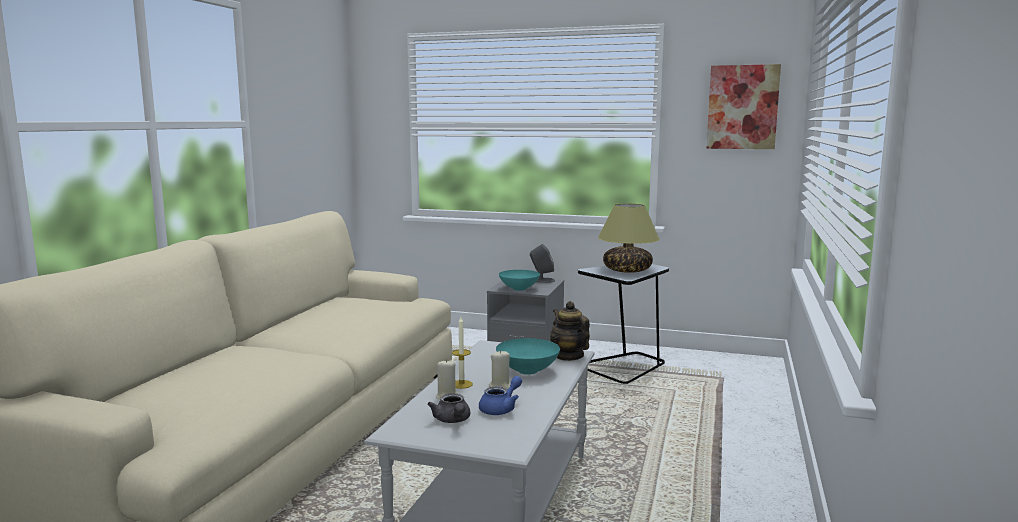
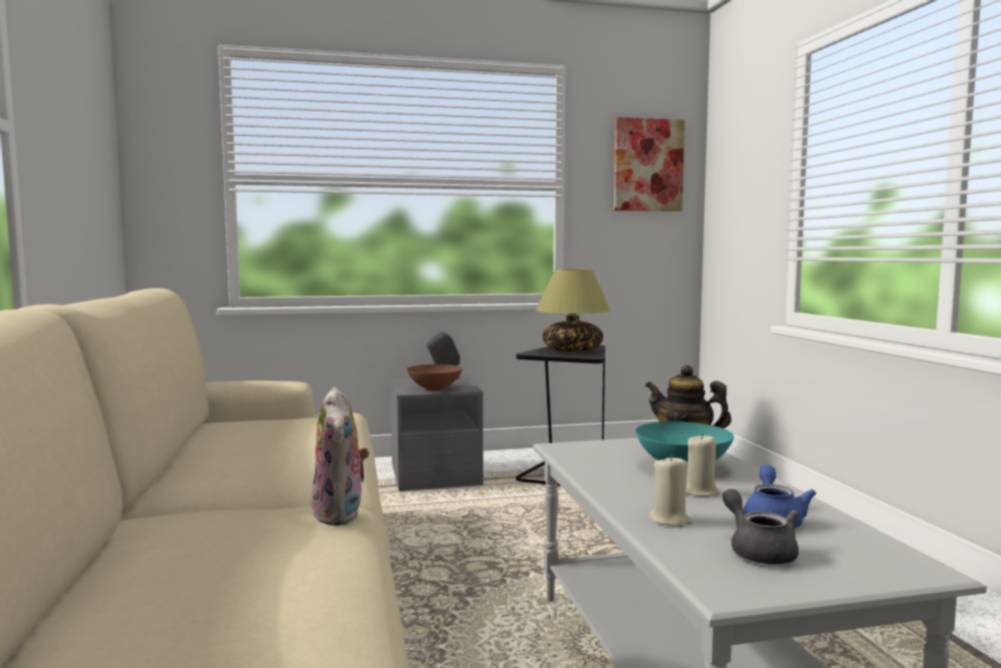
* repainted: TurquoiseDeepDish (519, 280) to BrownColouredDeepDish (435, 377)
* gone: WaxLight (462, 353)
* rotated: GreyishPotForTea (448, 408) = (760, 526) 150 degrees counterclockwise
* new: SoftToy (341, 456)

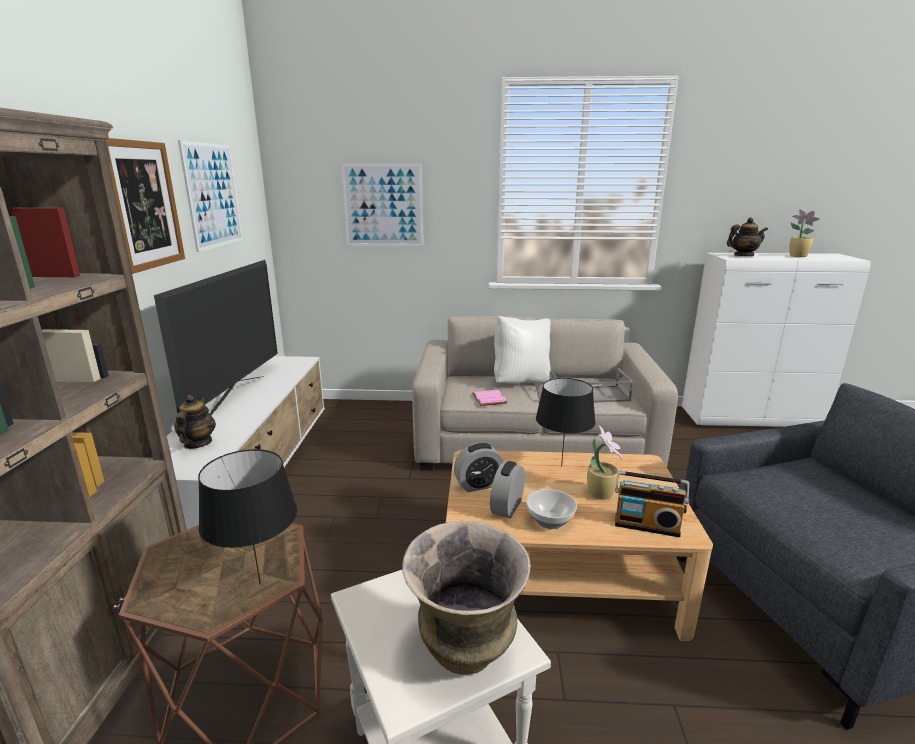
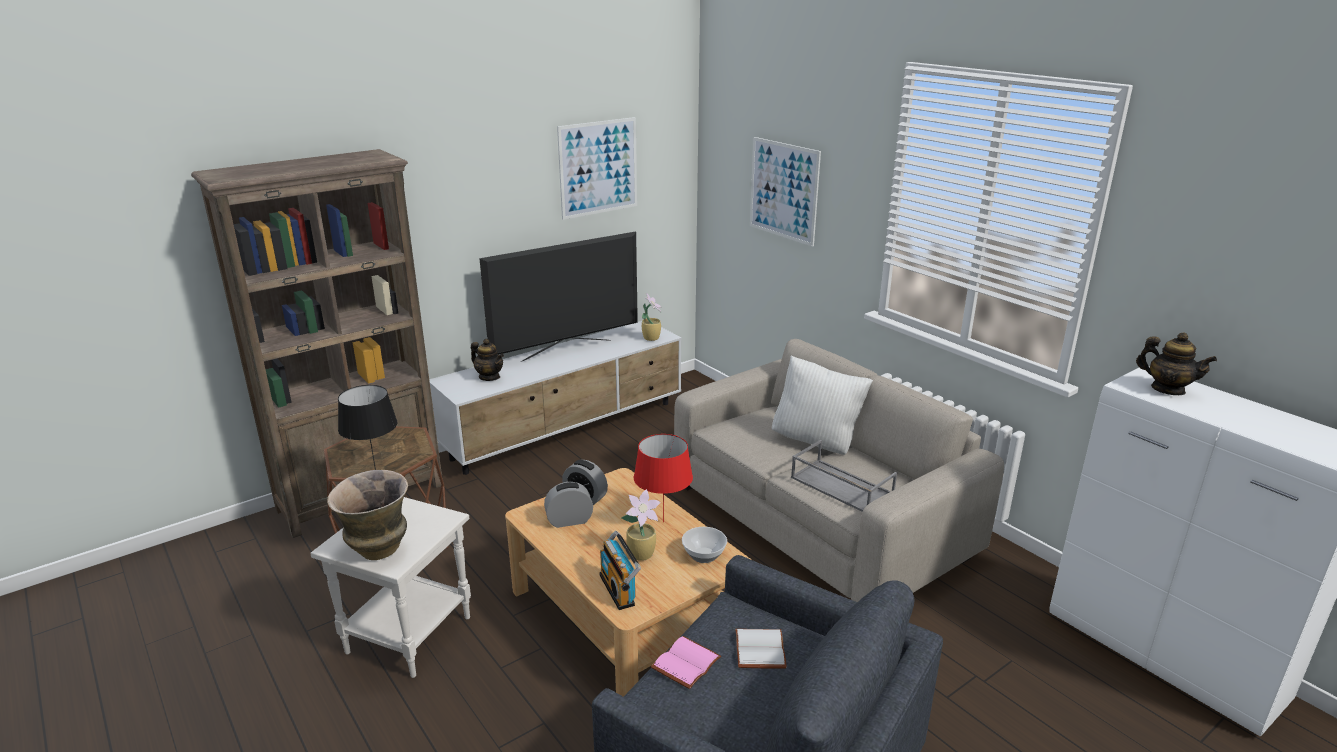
* gone: WallArt (145, 206)
* shifted: Houseplant (805, 233) to (651, 317)
* repainted: BlackColouredTabletopLamp (565, 422) to RedTabletopLamp (663, 478)
* shifted: PinkVolume (489, 398) to (686, 662)
* rotated: PotForTea (195, 422) = (487, 360) 75 degrees clockwise
* shifted: DeepDish (551, 509) to (704, 545)
* new: WhiteColouredVolume (761, 648)

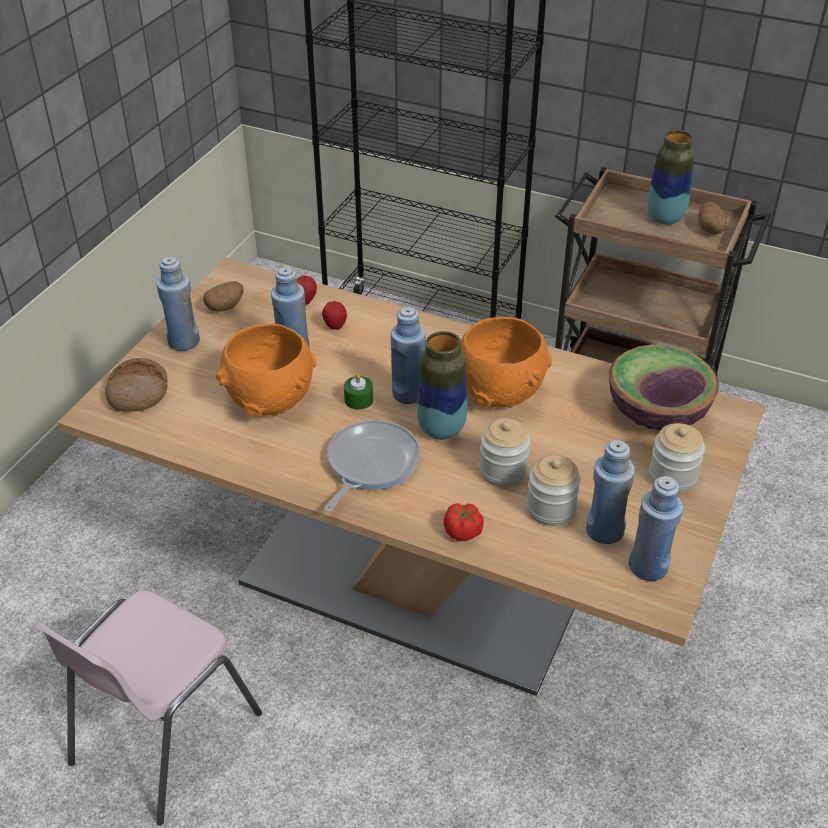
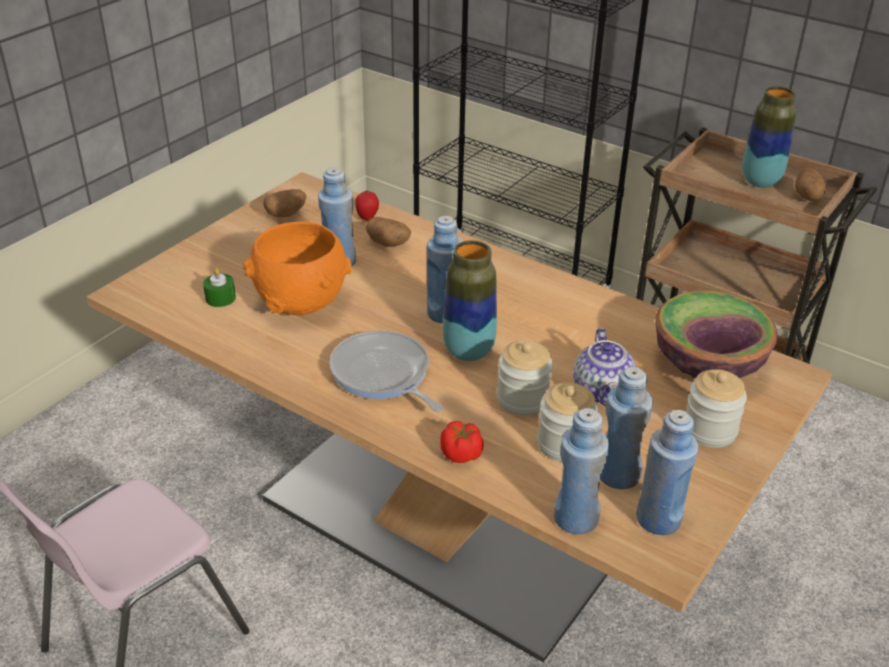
* shifted: BlueColouredBottle (178, 303) to (581, 471)
* swapped: WholeApple (334, 315) to Potato (388, 232)
* gone: OrangeColouredDeepDish (506, 362)
* gone: Bread (136, 385)
* shifted: GreenWaxLight (358, 391) to (219, 287)
* rotated: FryingPan (372, 466) = (386, 371) 75 degrees counterclockwise
* new: PotForTea (605, 367)

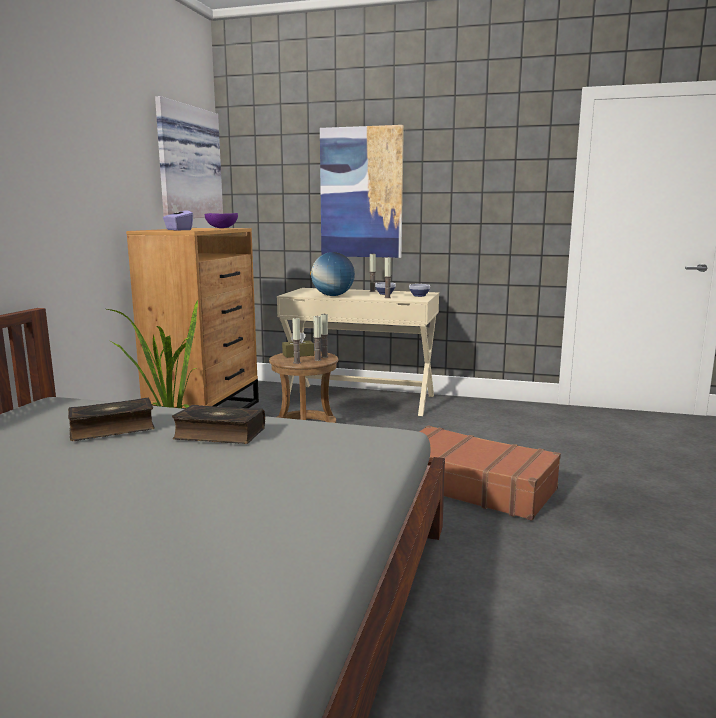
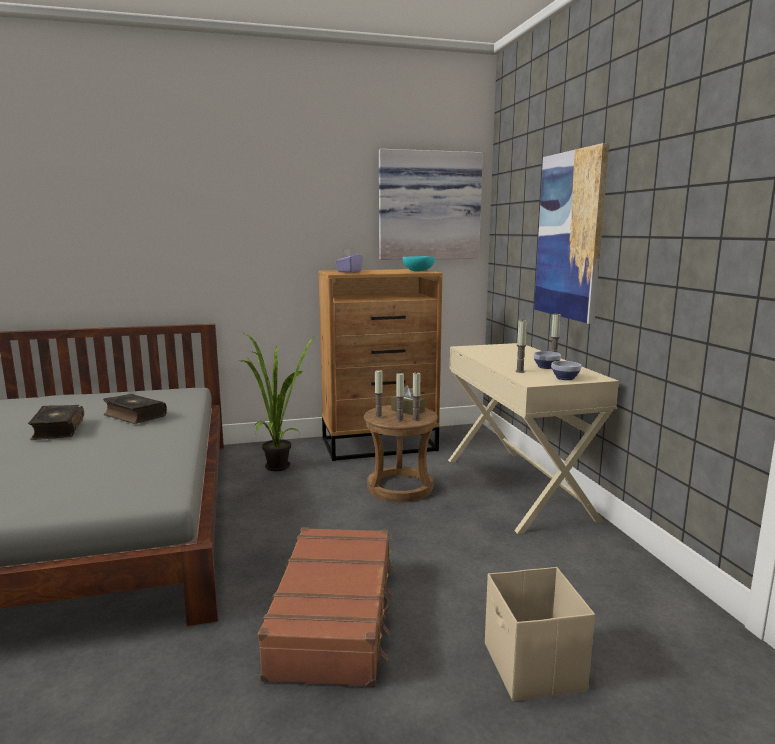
* repainted: PurplishDeepDish (221, 220) to TurquoiseDeepDish (418, 263)
* gone: WorldGlobe (332, 274)
* shifted: Volume (218, 424) to (56, 422)
* new: BeigeColouredStorageBin (540, 634)

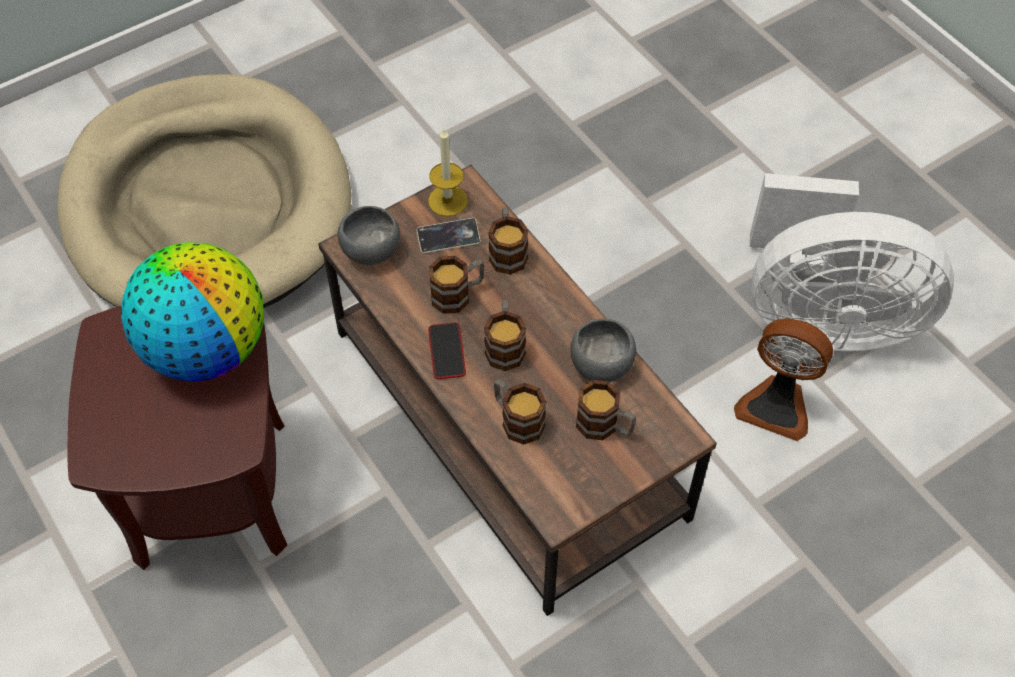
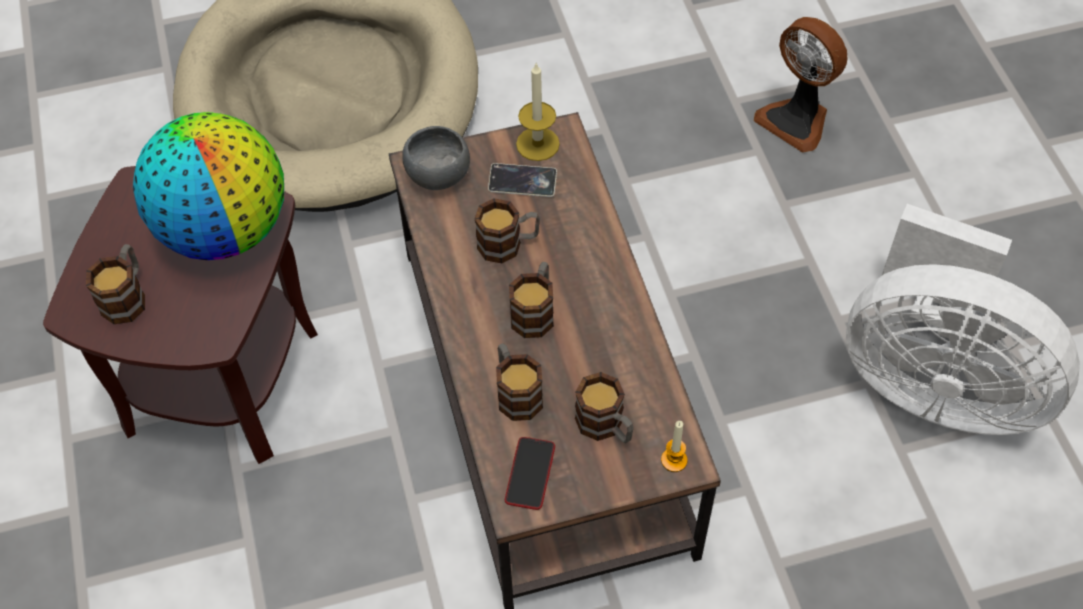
* shifted: Mug (508, 241) to (115, 284)
* gone: GreyishDeepDish (603, 350)
* shifted: Fan (783, 379) to (801, 85)
* shifted: Telephone (447, 351) to (530, 473)
* new: WaxLight (674, 446)

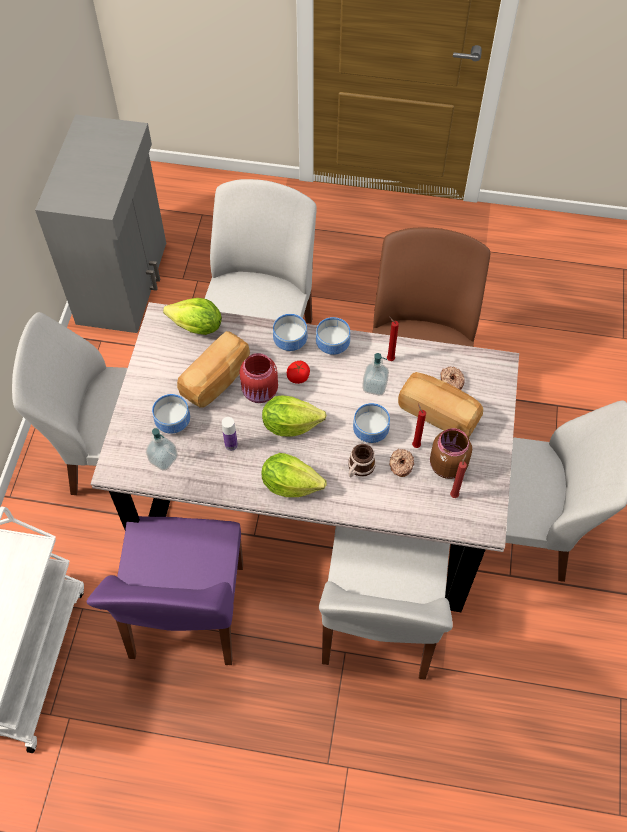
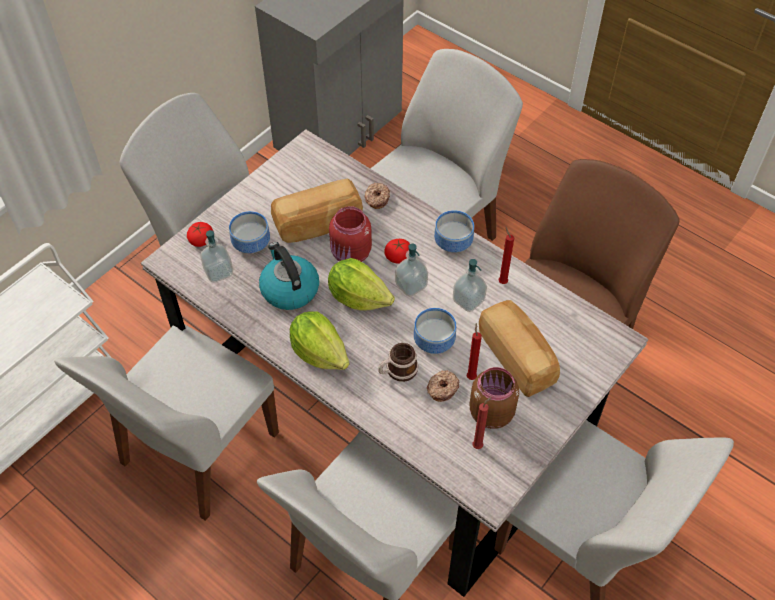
* gone: HeadOfLettuce (192, 316)
* gone: DeepDish (290, 332)
* shifted: Donut (452, 378) to (377, 195)
* swapped: Bottle (230, 434) to TeaKettle (289, 276)
* repainted: PurplishChair (165, 590) to WhiteColouredChair (166, 422)
* new: FreshTomato (200, 234)
* new: LiquidSoapBottle (411, 270)

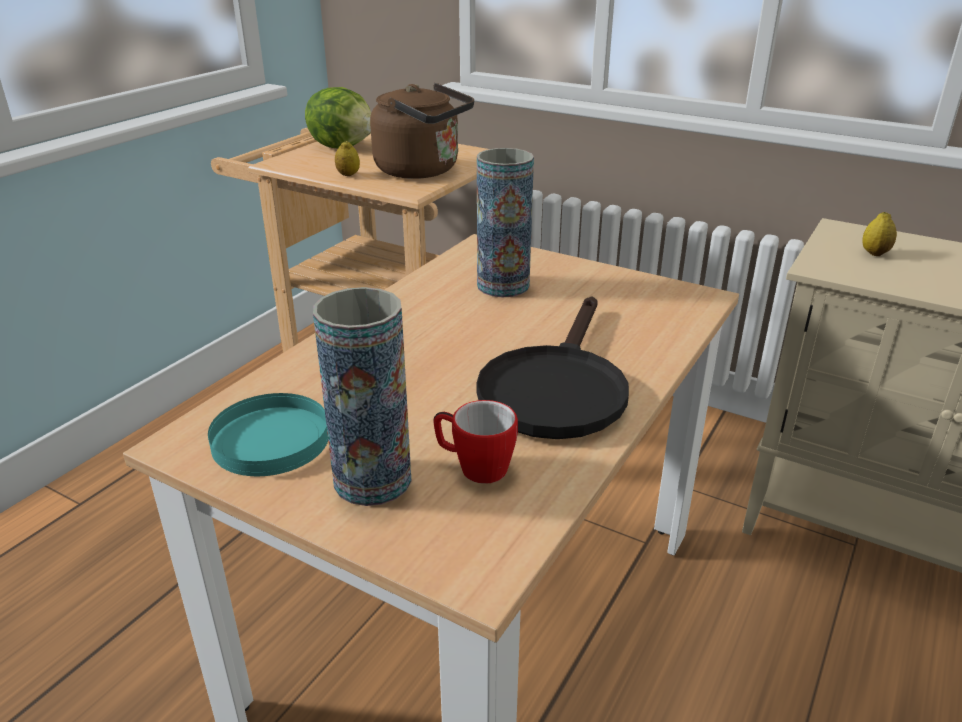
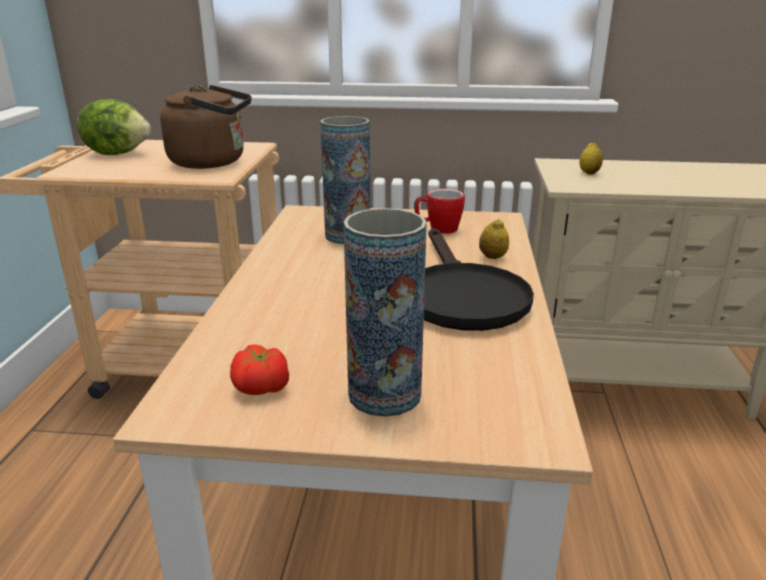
* shifted: CitrusFruit (347, 158) to (494, 239)
* swapped: TurquoiseDinnerPlate (268, 434) to FreshTomato (259, 369)
* shifted: Mug (476, 442) to (439, 211)

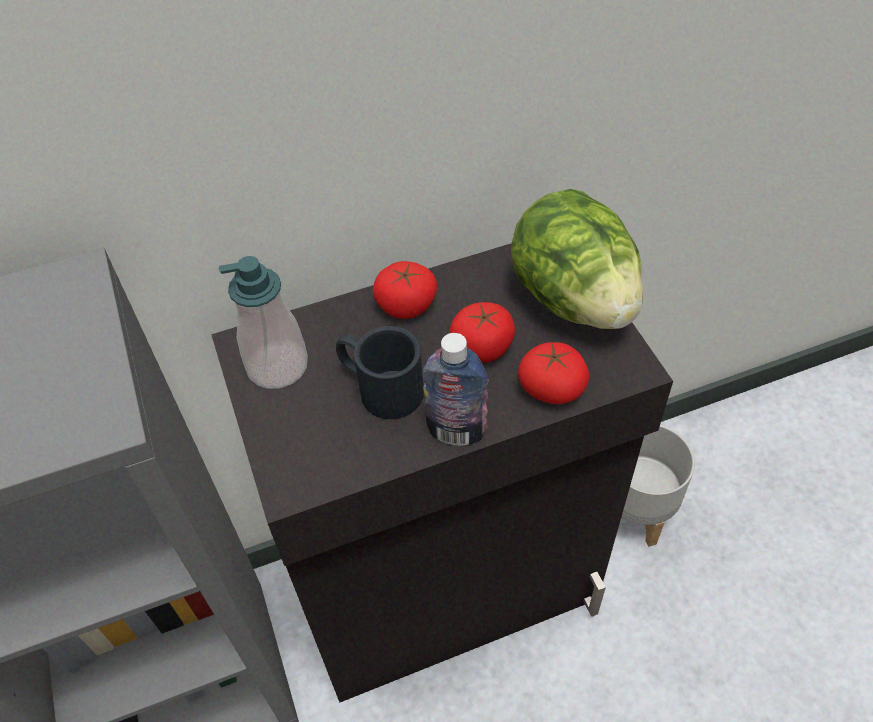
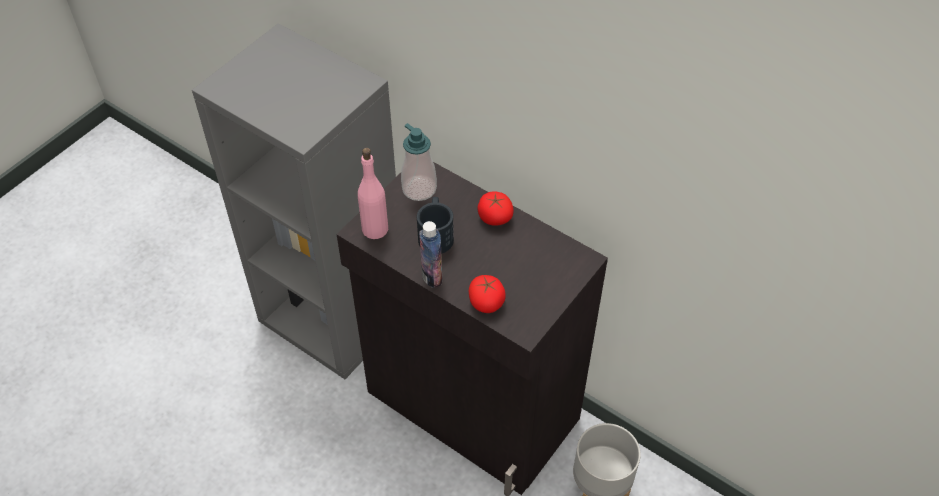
* gone: HeadOfLettuce (576, 259)
* gone: FreshTomato (482, 332)
* new: PinkBottle (373, 193)

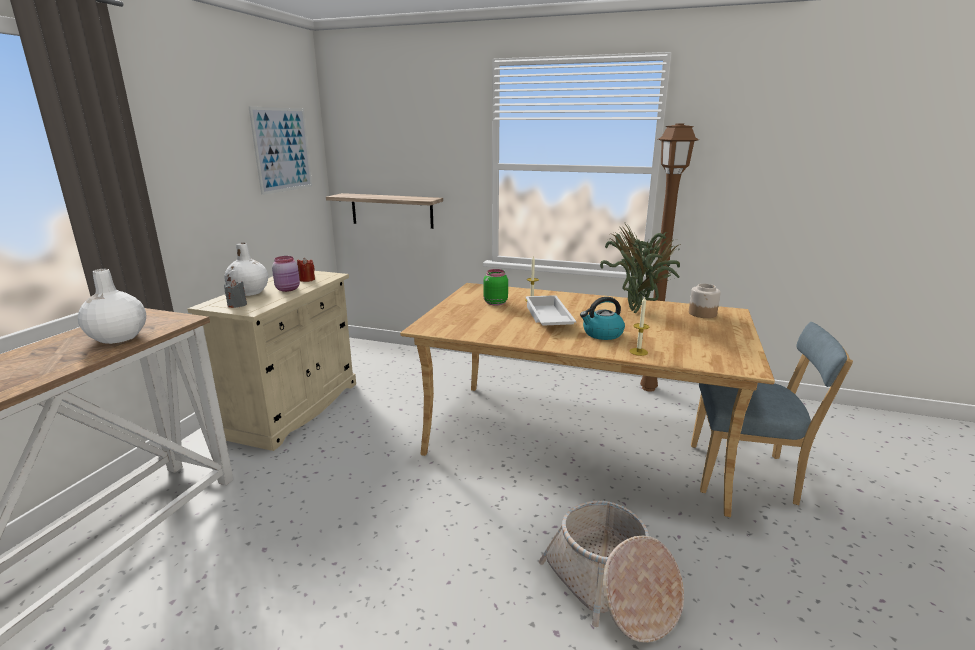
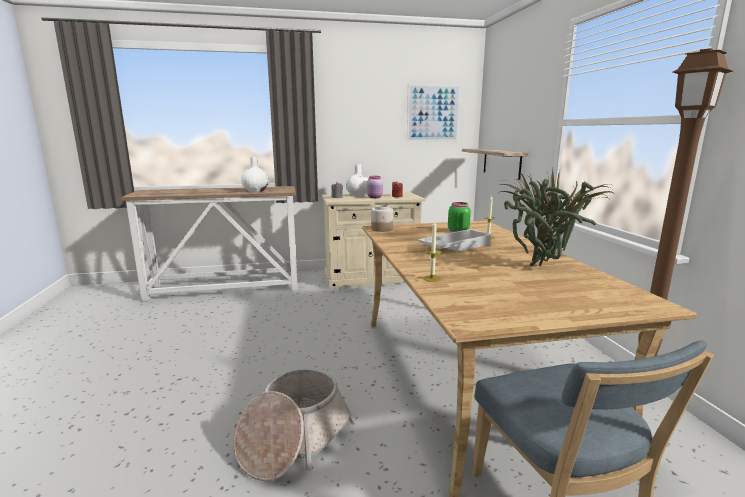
* shifted: StorageJar (705, 301) to (382, 218)
* gone: TeaKettle (602, 318)

